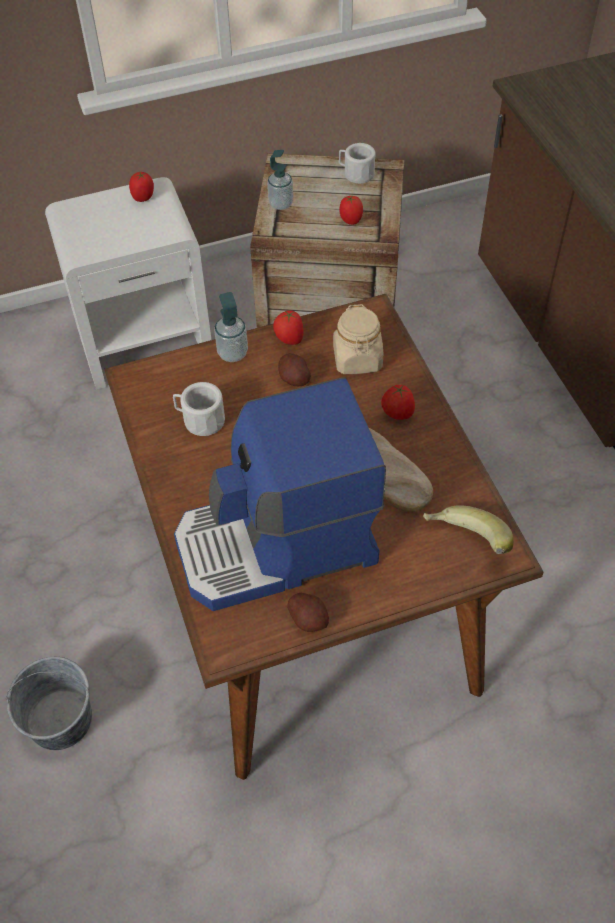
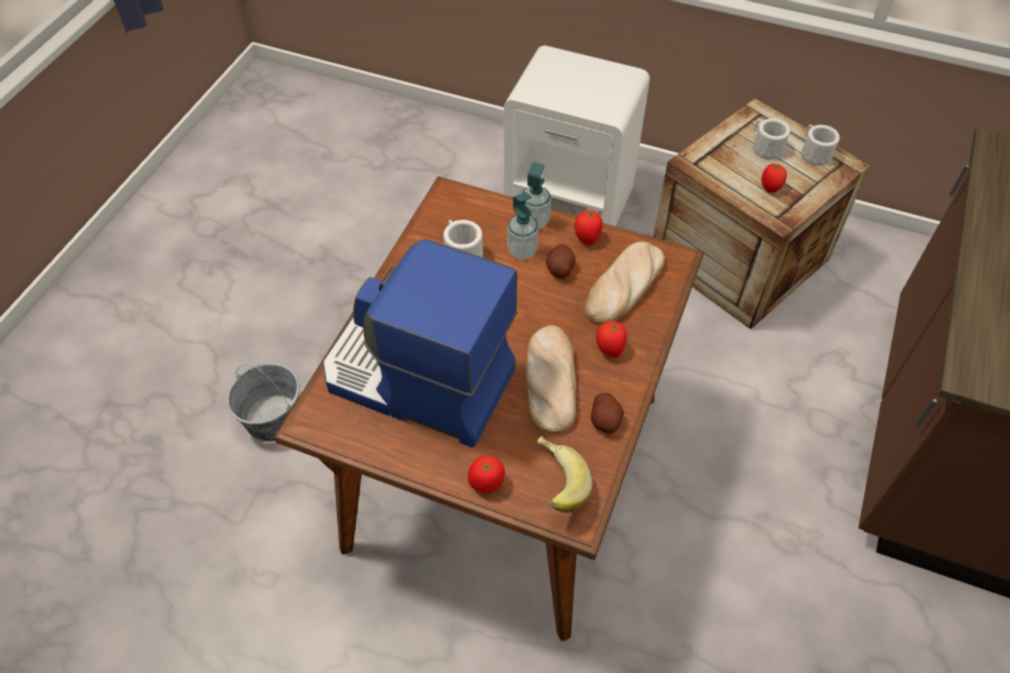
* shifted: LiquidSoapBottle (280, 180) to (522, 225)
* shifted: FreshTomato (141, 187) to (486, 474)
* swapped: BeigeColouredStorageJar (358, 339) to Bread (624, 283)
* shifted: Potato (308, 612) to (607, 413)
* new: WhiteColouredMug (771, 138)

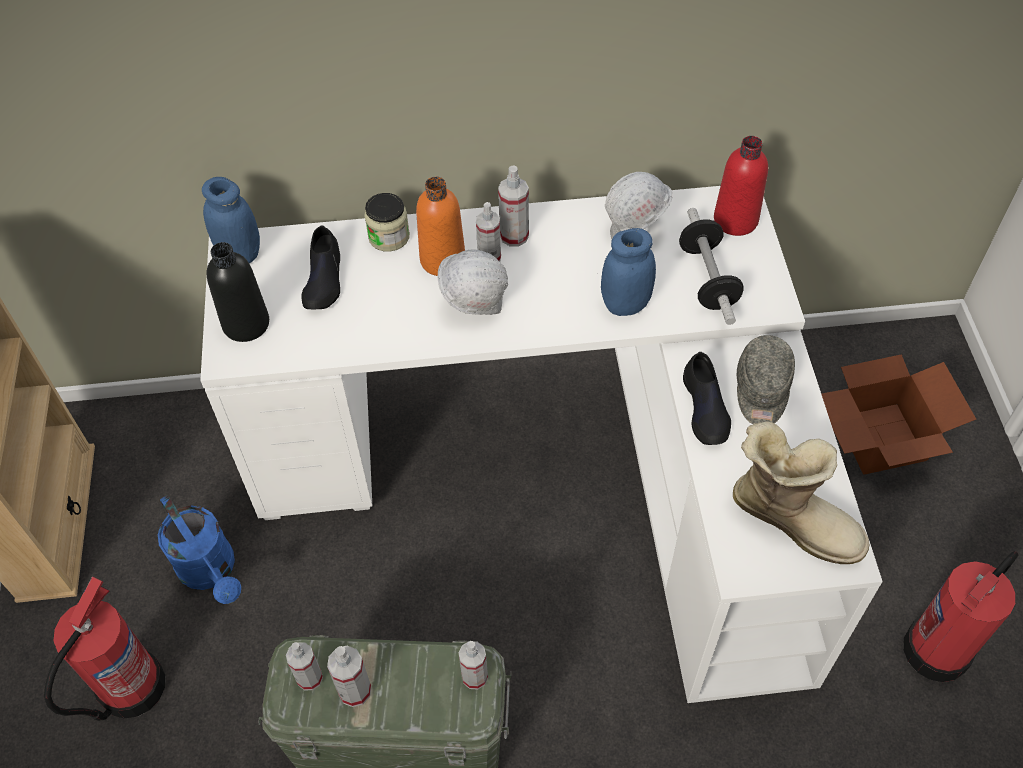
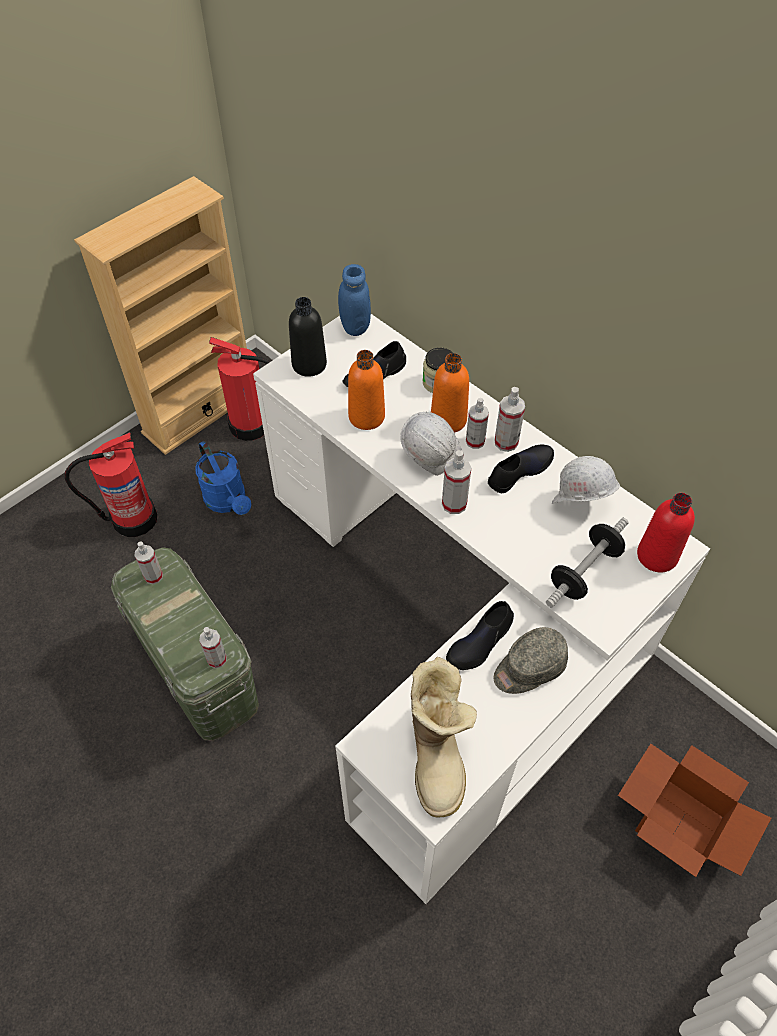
* gone: BlueColouredStorageJar (628, 272)
* rotated: BlueColouredWateringCan (199, 549) = (223, 478) 45 degrees counterclockwise
* shifted: FireExtinguisher (960, 616) to (240, 389)
* shifted: SprayBottle (349, 676) to (456, 482)
* new: OrangeColouredBottle (366, 390)
* new: BlackColouredLowShoe (521, 469)

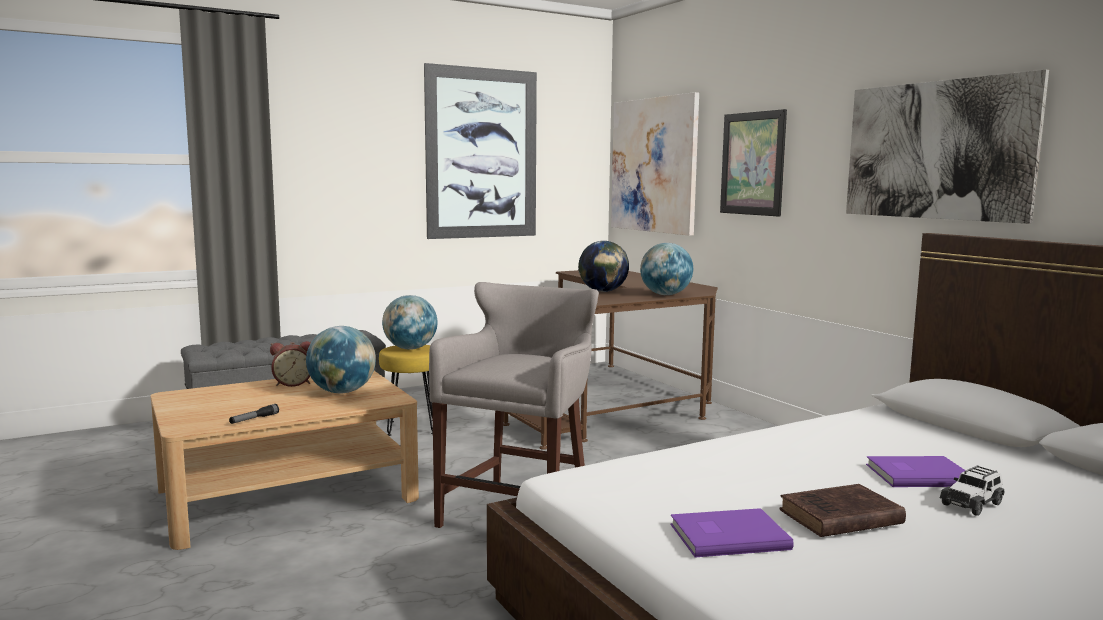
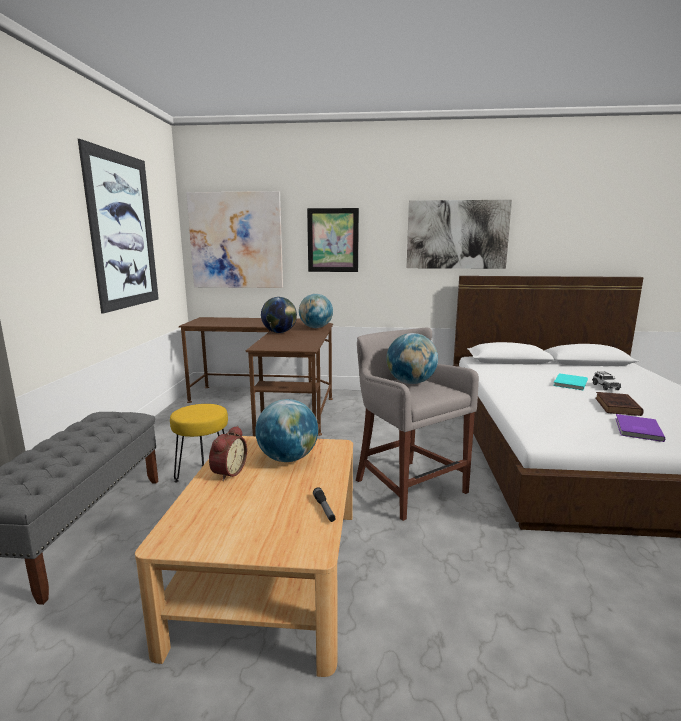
* shifted: WorldGlobe (409, 322) to (412, 358)
* repainted: PurplishVolume (916, 471) to TurquoiseVolume (570, 381)

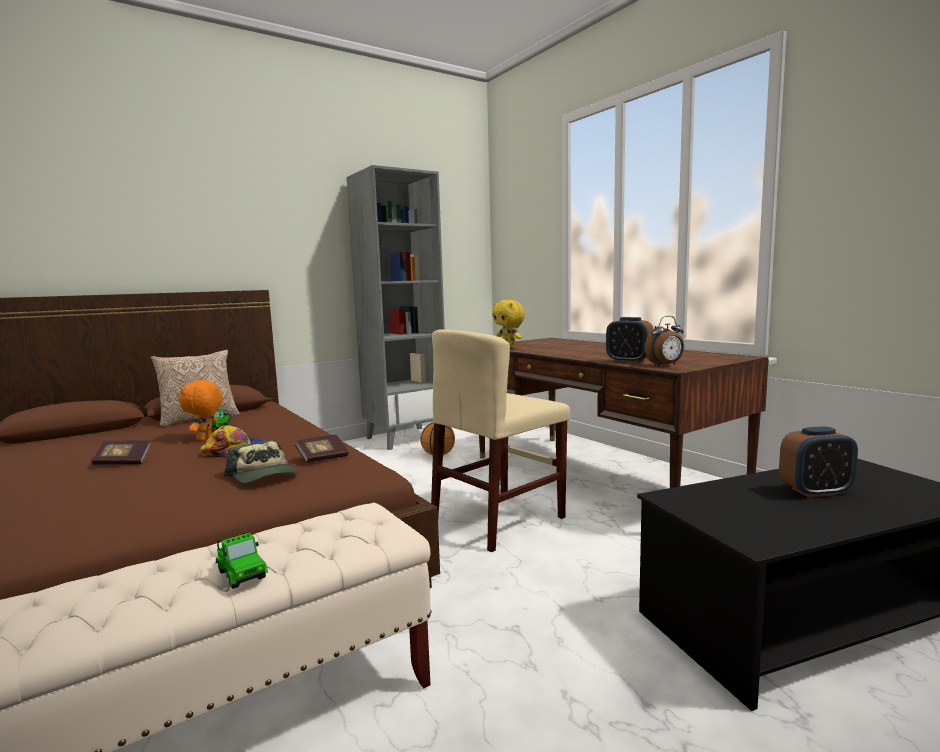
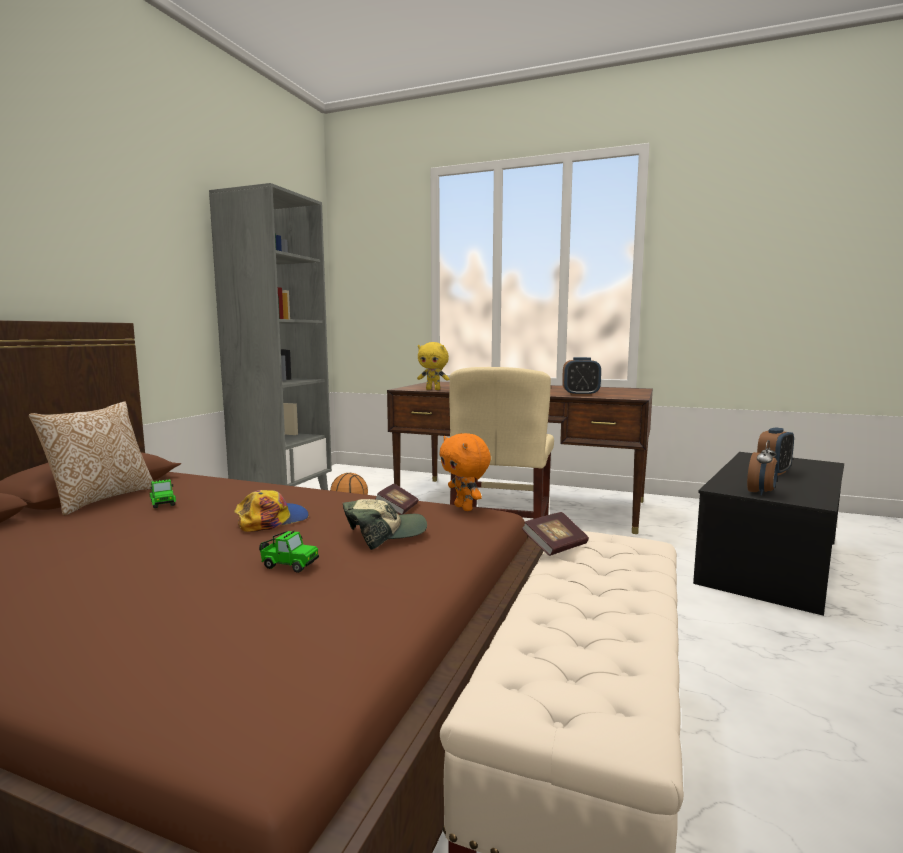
* shifted: TableClock (664, 341) to (762, 468)
* shifted: OrangeColouredSoftToy (201, 410) to (465, 472)
* shifted: Volume (121, 452) to (555, 534)
* rotated: PeakedCap (261, 461) = (385, 524) 45 degrees counterclockwise
* shifted: ToyCar (242, 560) to (289, 552)

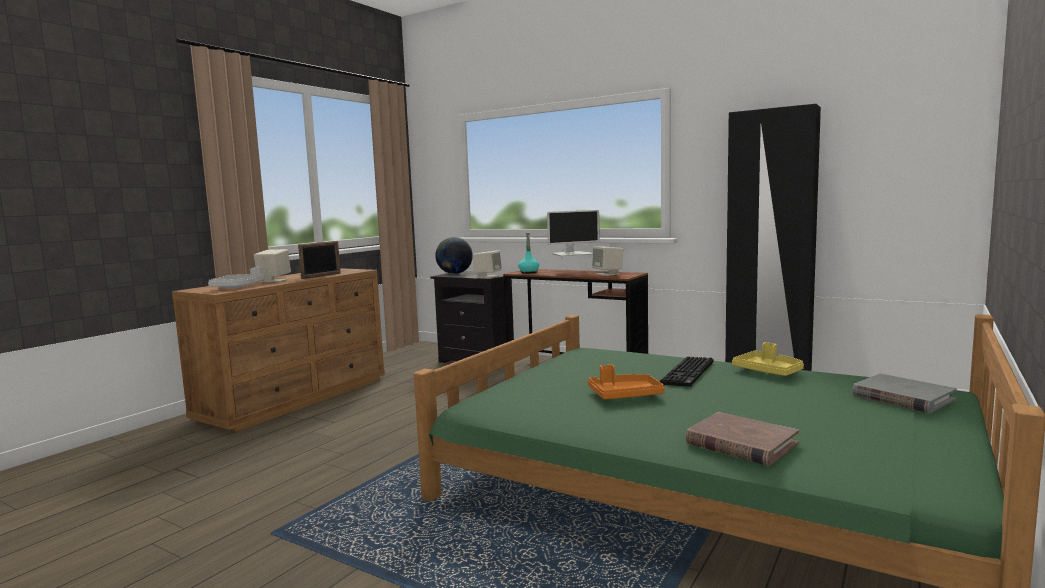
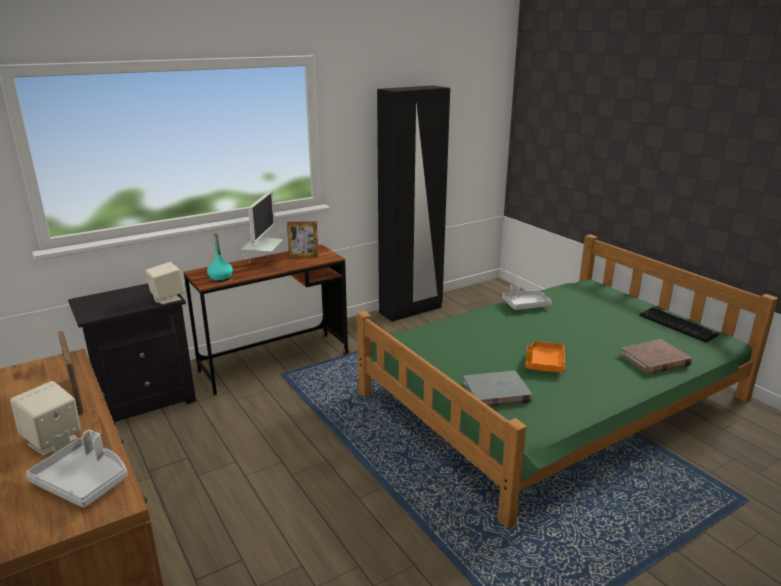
* gone: WorldGlobe (454, 255)
* swapped: BeigeColouredLoudspeaker (607, 261) to PictureFrame (302, 239)
* repainted: YellowishServingTray (768, 359) to GreyishServingTray (527, 297)
* shifted: PcKeyboard (687, 372) to (679, 325)
* shifted: GreyishVolume (904, 393) to (497, 388)

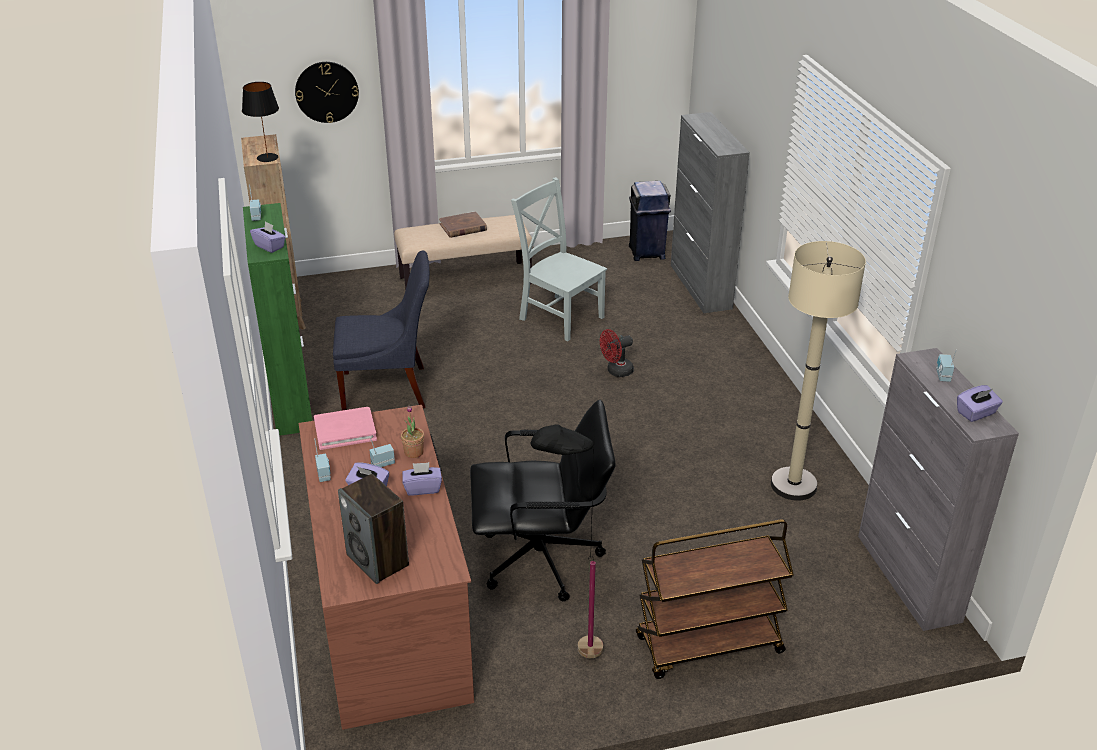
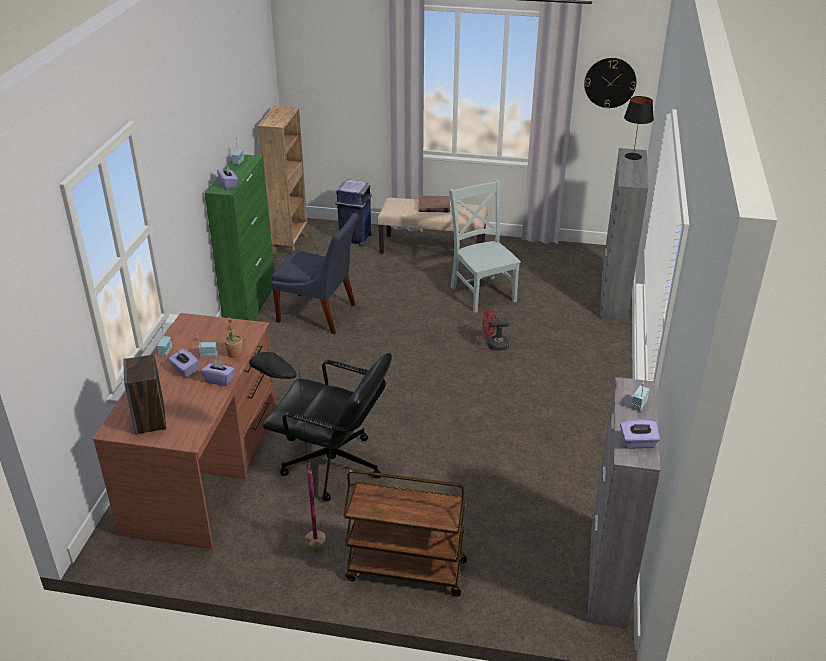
* shifted: WallClock (327, 92) to (610, 83)
* shifted: BlackColouredTabletopLamp (260, 122) to (639, 128)
* shifted: BlueColouredRubbishBin (650, 221) to (353, 212)
* gone: BeigeColouredFloorLamp (818, 371)
* gone: PinkVolume (345, 428)

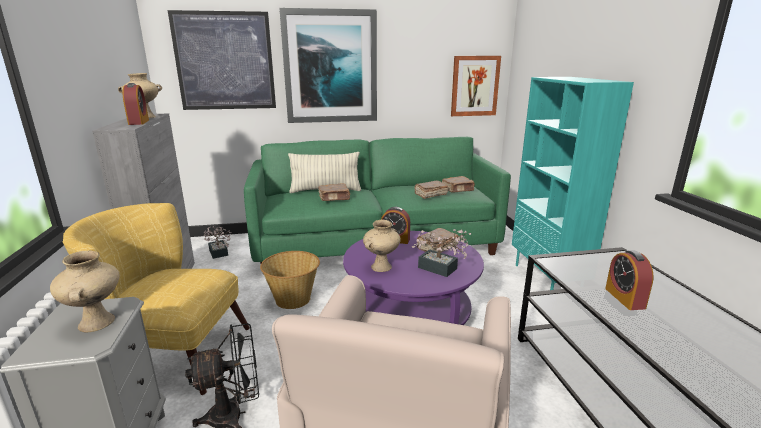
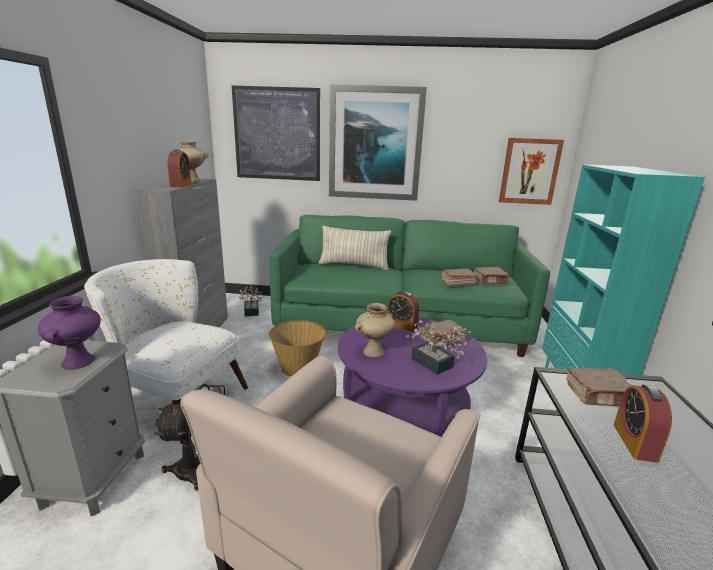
* shifted: BrownColouredVolume (334, 192) to (600, 387)
* repainted: YellowishEasyChair (156, 299) to WhiteColouredEasyChair (166, 351)
* repainted: BeigeColouredFlowerVase (85, 291) to PurplishFlowerVase (69, 333)

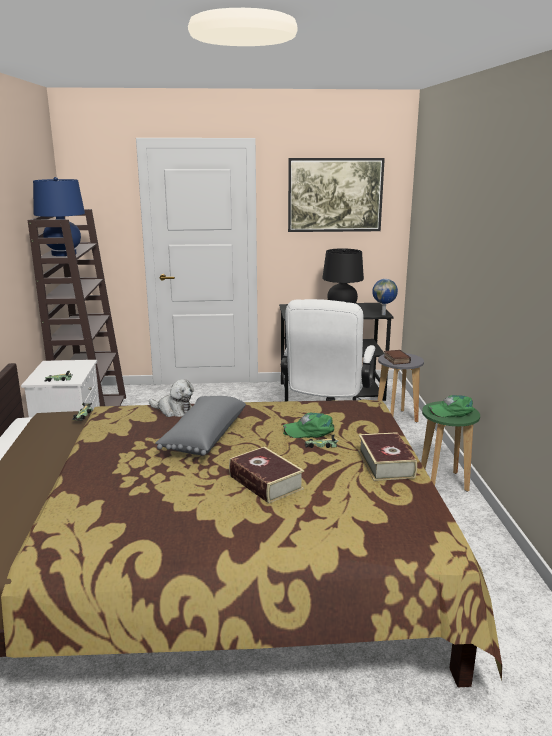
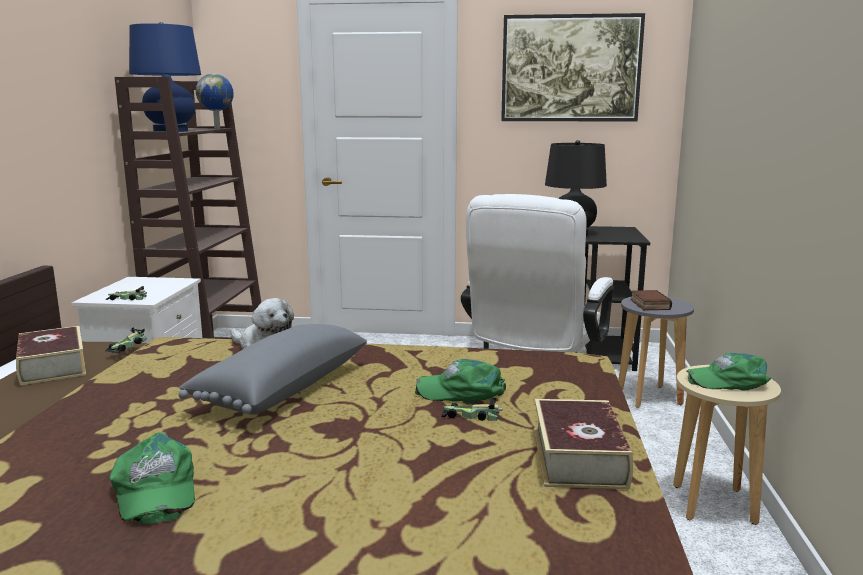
* shifted: WorldGlobe (385, 297) to (215, 101)
* repainted: GreenStool (450, 446) to BeigeColouredStool (727, 445)
* shifted: Volume (266, 475) to (51, 355)
* new: GreenPeakedCap (152, 478)

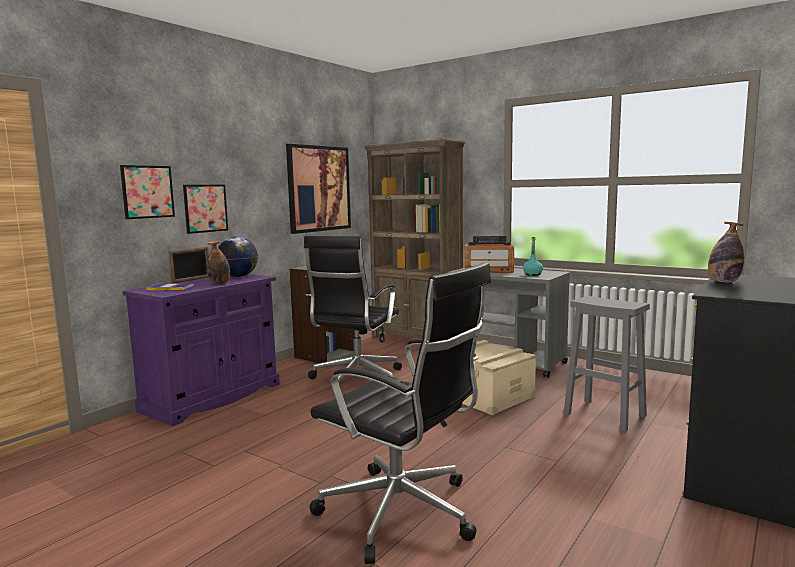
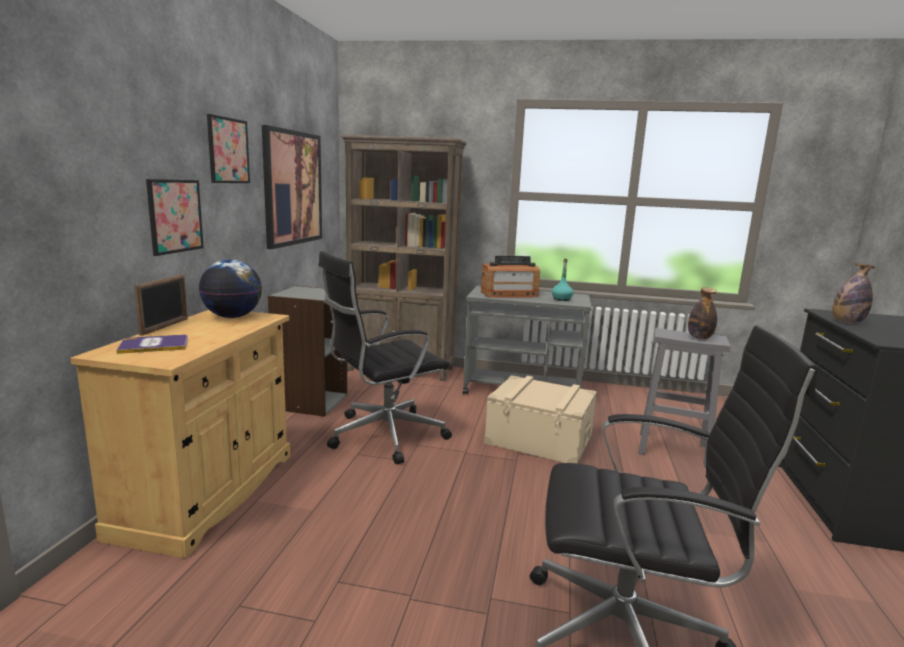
* shifted: WallArt (147, 192) to (228, 148)
* rotated: BlackColouredOfficeChair (353, 309) = (385, 357) 60 degrees clockwise
* shifted: Bottle (219, 262) to (702, 313)
* repainted: PurplishStorageCabinet (201, 350) to BeigeColouredStorageCabinet (180, 434)

